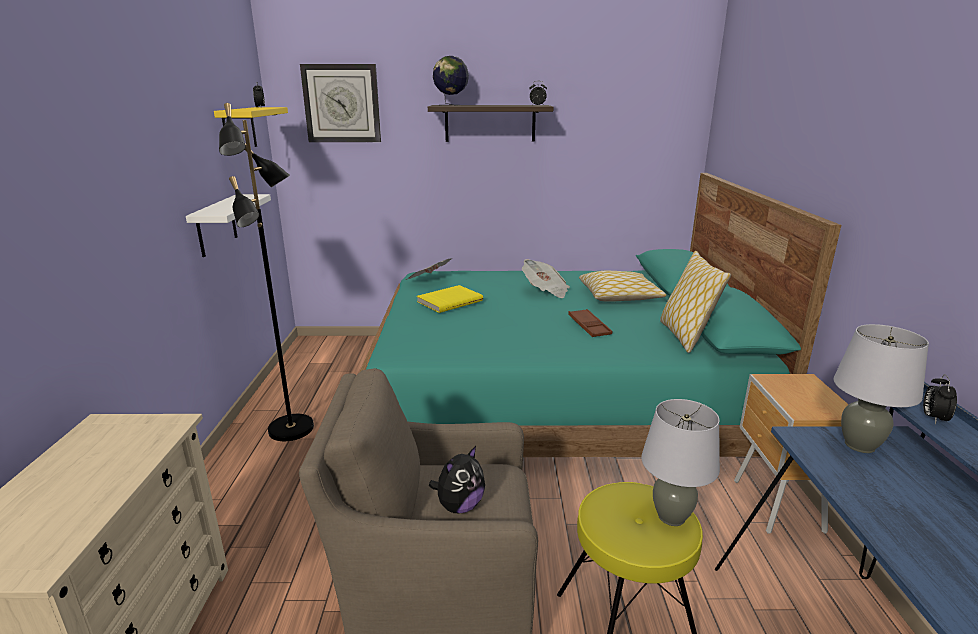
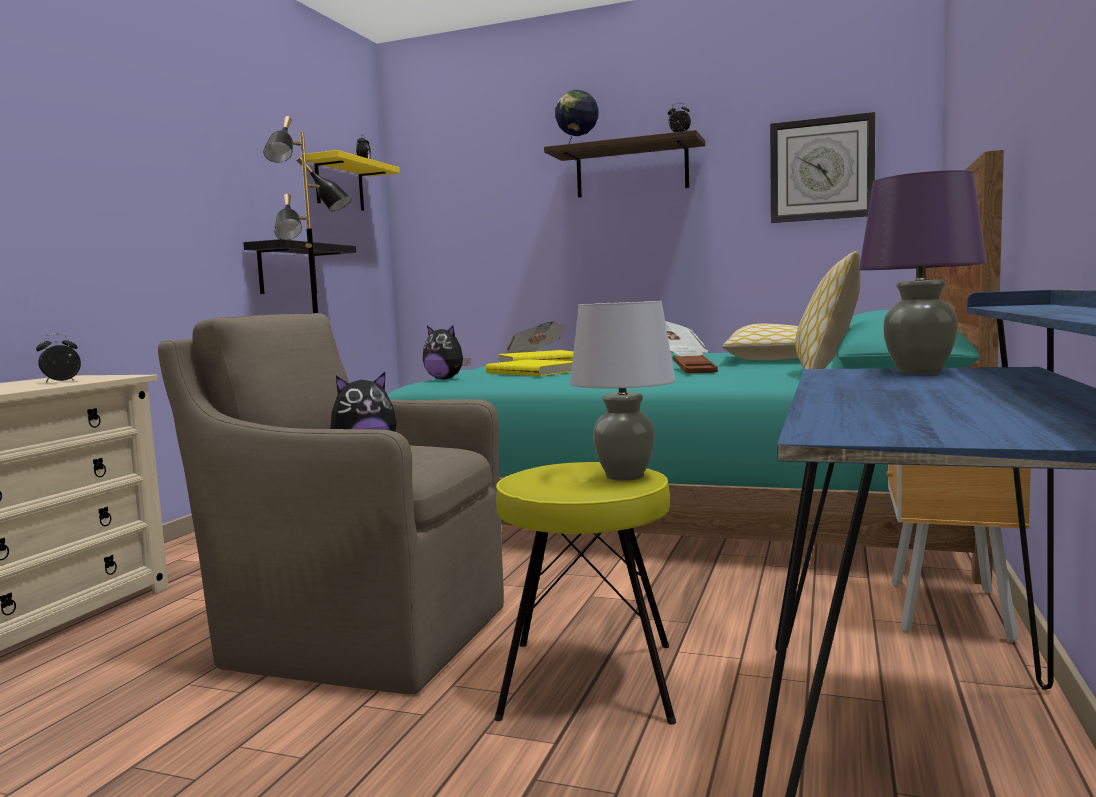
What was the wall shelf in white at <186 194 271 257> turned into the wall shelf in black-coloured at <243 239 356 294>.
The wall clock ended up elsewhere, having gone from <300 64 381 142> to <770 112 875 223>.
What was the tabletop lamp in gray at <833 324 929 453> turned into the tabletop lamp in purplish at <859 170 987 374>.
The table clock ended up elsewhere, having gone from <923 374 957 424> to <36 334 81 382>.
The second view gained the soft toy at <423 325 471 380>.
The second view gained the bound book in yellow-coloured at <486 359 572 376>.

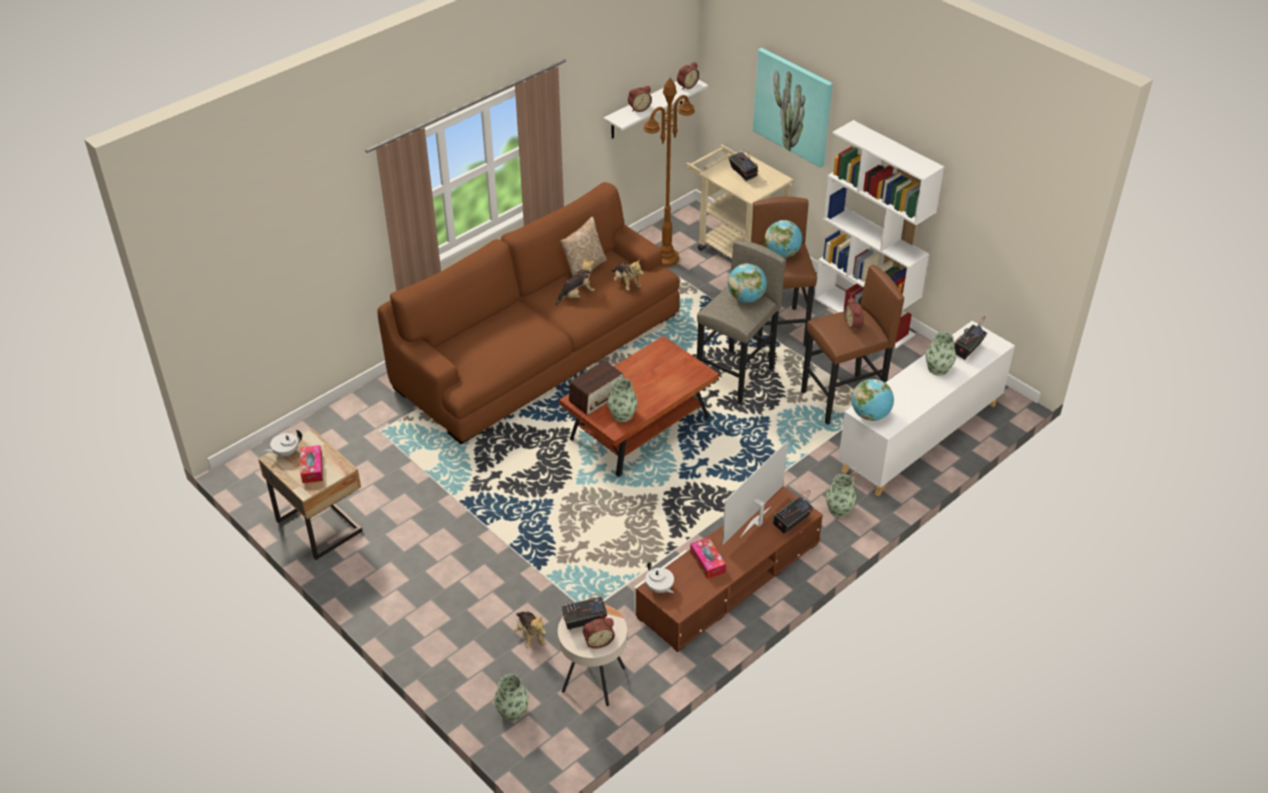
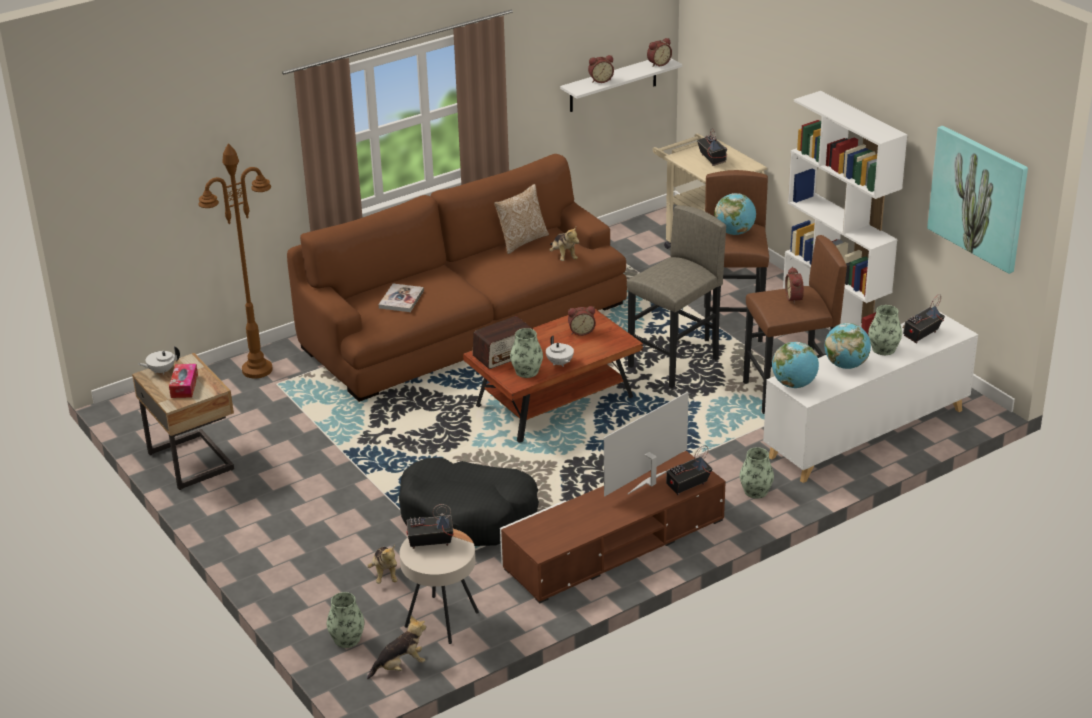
The soft toy ended up elsewhere, having gone from <555 258 595 306> to <367 616 426 679>.
The table clock ended up elsewhere, having gone from <583 618 615 649> to <568 306 596 336>.
The standing lamp in brownish ended up elsewhere, having gone from <644 78 695 267> to <199 143 273 378>.
The teapot in white ended up elsewhere, having gone from <645 562 674 593> to <546 335 574 367>.
The second view lost the tissue box at <690 537 726 579>.
The globe ended up elsewhere, having gone from <728 263 767 303> to <824 323 871 369>.
The wall picture ended up elsewhere, having gone from <753 48 833 168> to <927 126 1028 274>.
The second view gained the bound book at <379 284 424 312>.
The second view gained the pet bed in black-coloured at <399 458 539 546>.

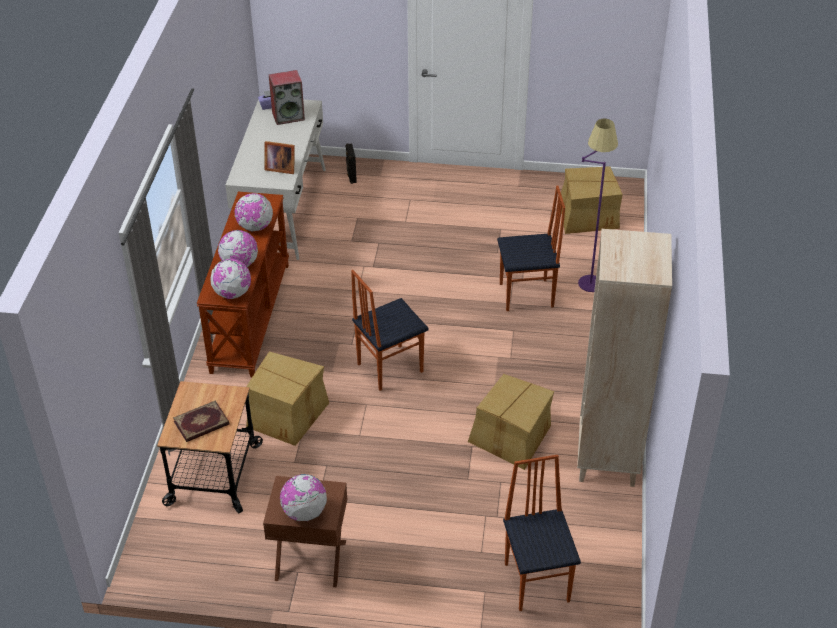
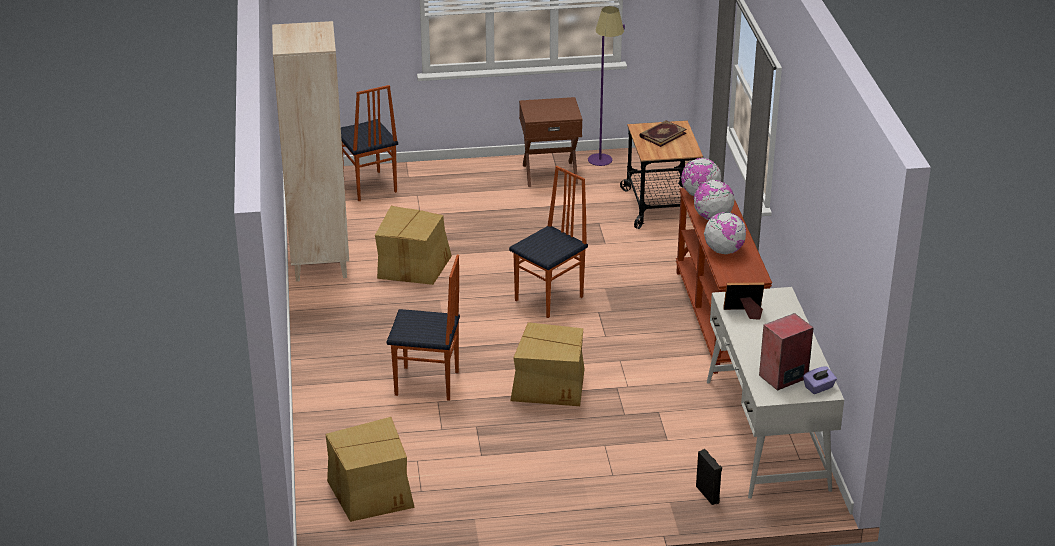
The cardboard box ended up elsewhere, having gone from <246 352 329 446> to <510 322 585 406>.
The second view lost the globe at <280 474 327 521>.
The upright chair at <497 185 565 311> ended up facing another way, 150 degrees counterclockwise from before.
The standing lamp in purplish ended up elsewhere, having gone from <578 119 618 292> to <588 6 625 166>.

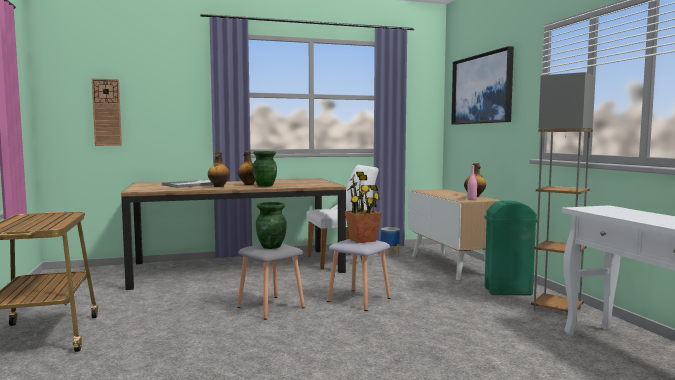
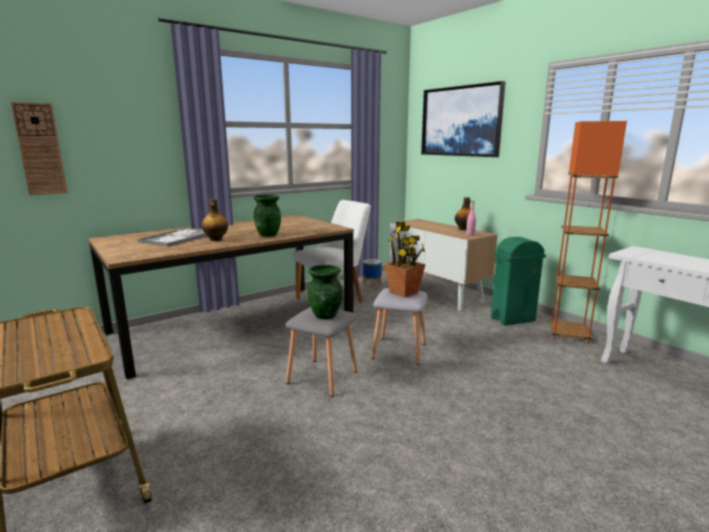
The second view lost the bottle at <238 151 255 185>.
What was the standing lamp in gray at <531 72 595 312> turned into the standing lamp in orangey at <549 121 627 344>.

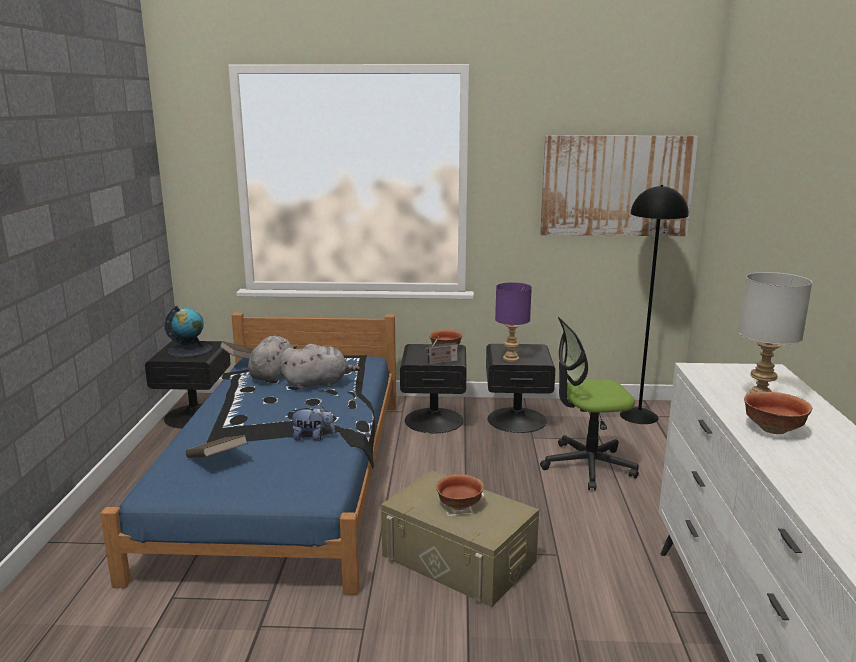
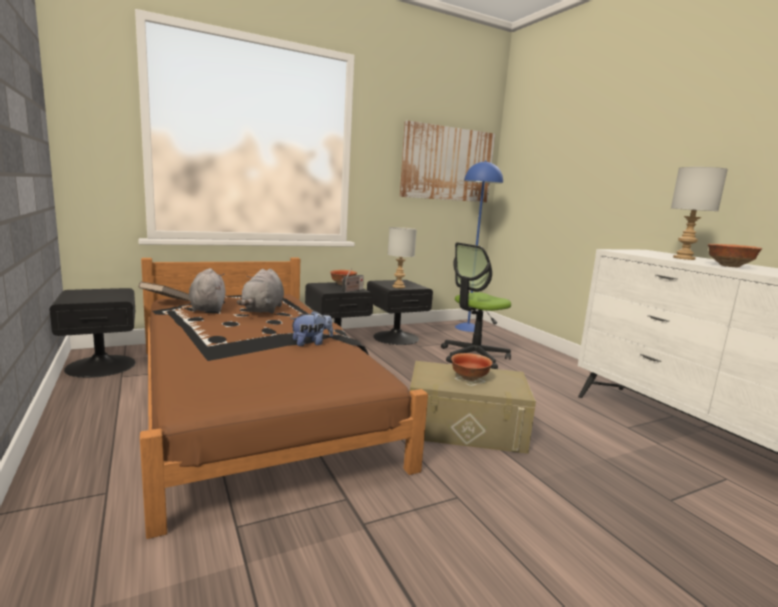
What was the bedroom bed in bluish at <100 313 396 595> turned into the bedroom bed in brownish at <140 258 428 539>.
The second view lost the globe at <164 306 212 358>.
The second view lost the bound book in brownish at <186 435 248 458>.
The soft toy in gray at <280 344 360 390> ended up facing another way, 135 degrees clockwise from before.
What was the tabletop lamp in purplish at <495 282 532 362> turned into the tabletop lamp in gray at <388 227 417 288>.
What was the standing lamp in black-coloured at <620 185 688 424> turned into the standing lamp in bluish at <455 161 503 332>.

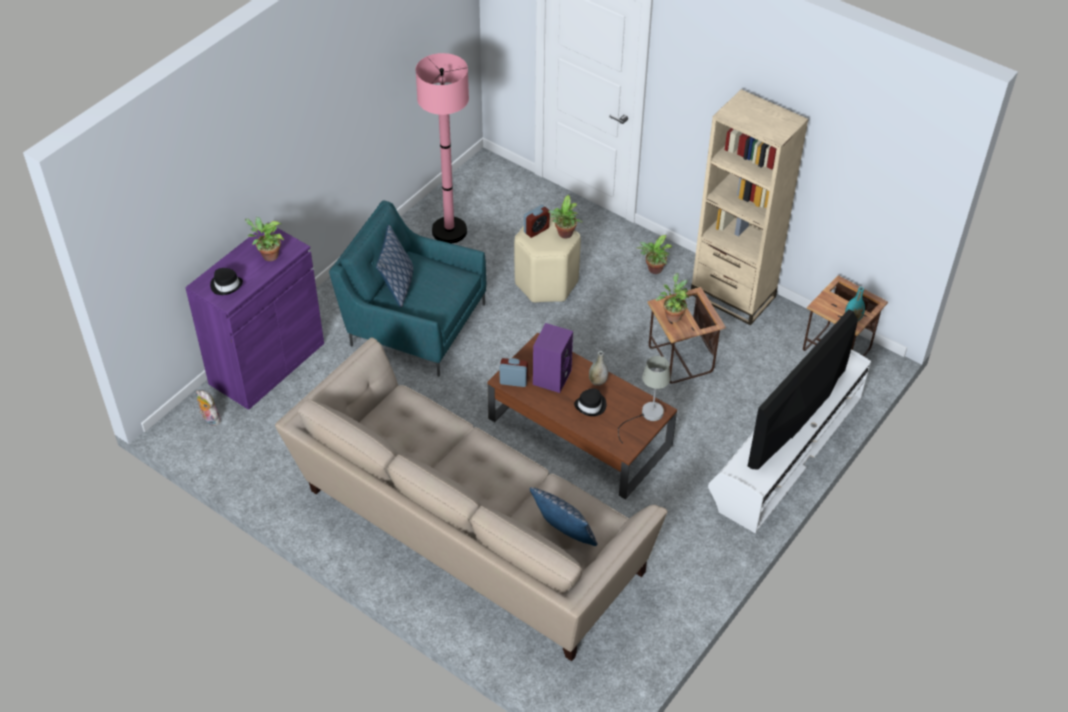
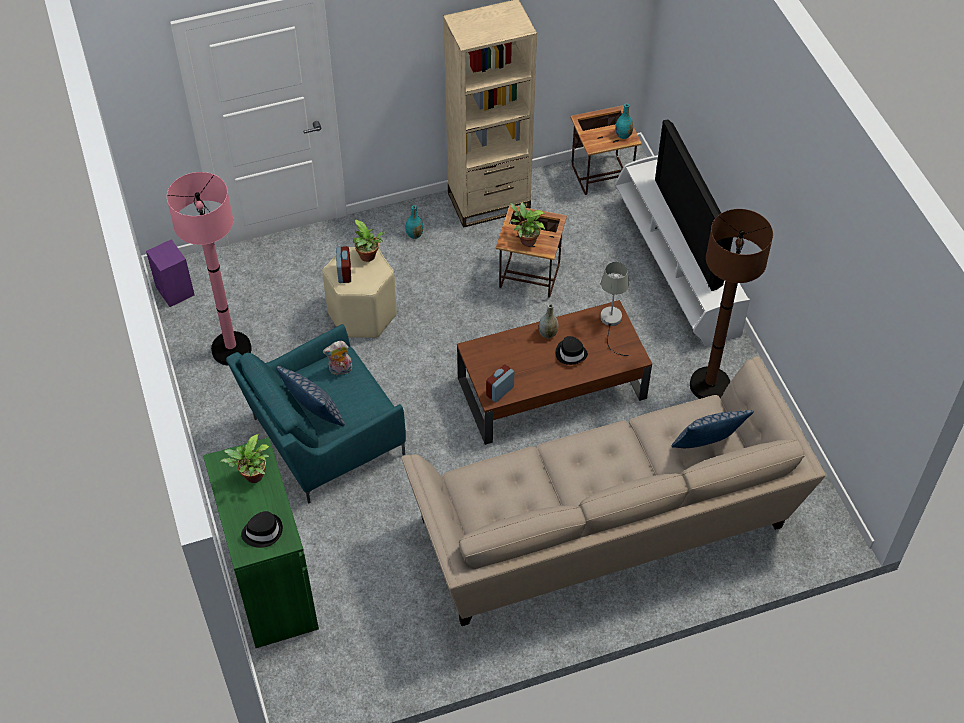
What was the cabinet in purplish at <185 223 324 410> turned into the cabinet in greenish at <203 437 319 648>.
The soft toy ended up elsewhere, having gone from <196 390 221 426> to <323 341 352 375>.
The speaker in purplish ended up elsewhere, having gone from <533 323 573 393> to <146 239 195 307>.
Where the plant in a pot stood at <637 235 672 274>, the flower vase in blue-green came to stand at <405 205 423 239>.
The second view gained the standing lamp in brownish at <690 209 773 399>.

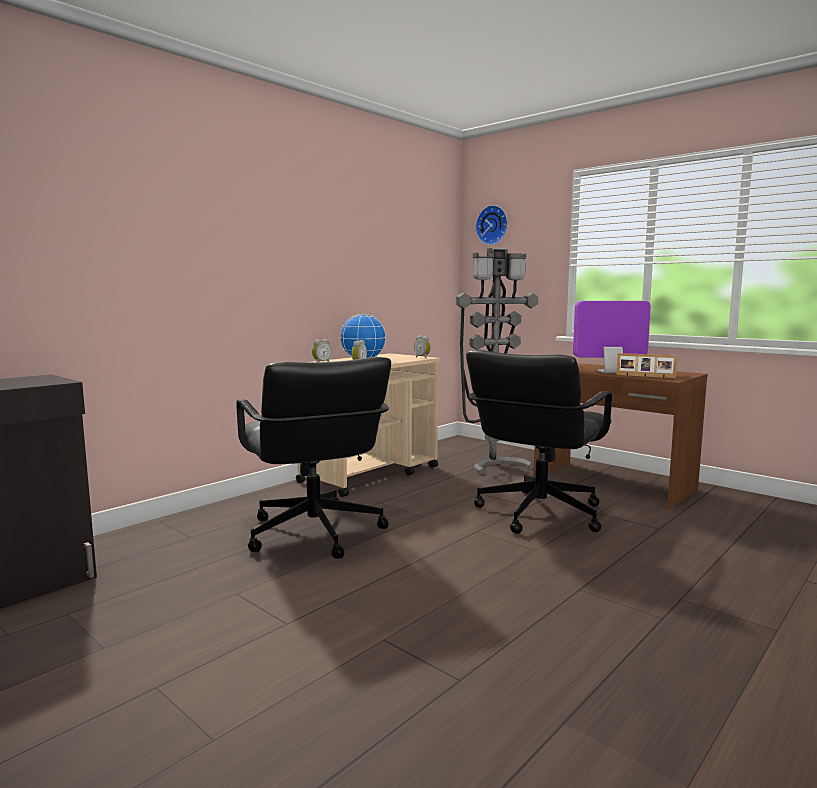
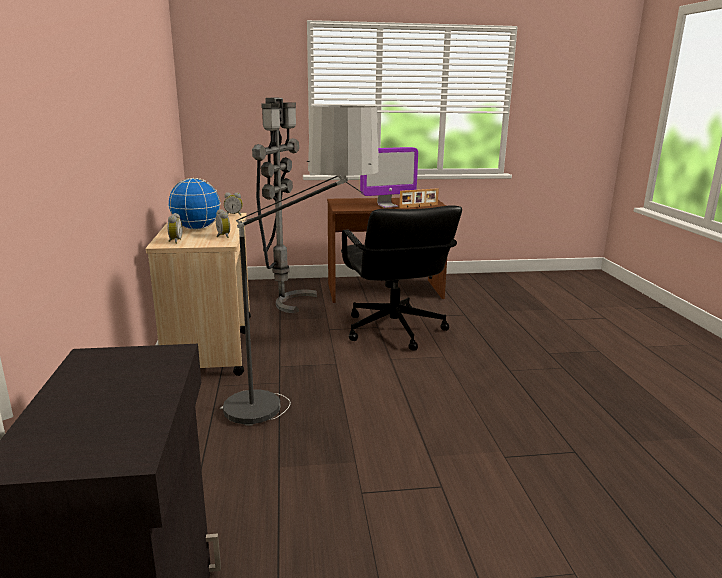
Where the office chair in black-coloured stood at <236 357 391 559>, the standing lamp came to stand at <220 105 379 426>.
The second view lost the wall clock at <475 205 508 245>.
The computer screen at <573 301 651 373> ended up facing another way, 150 degrees counterclockwise from before.

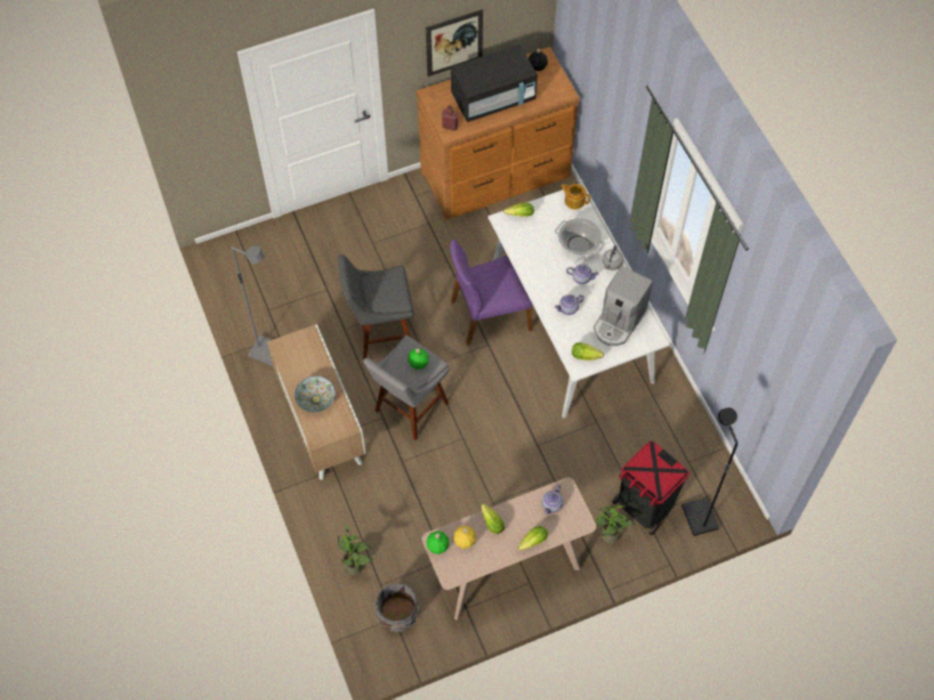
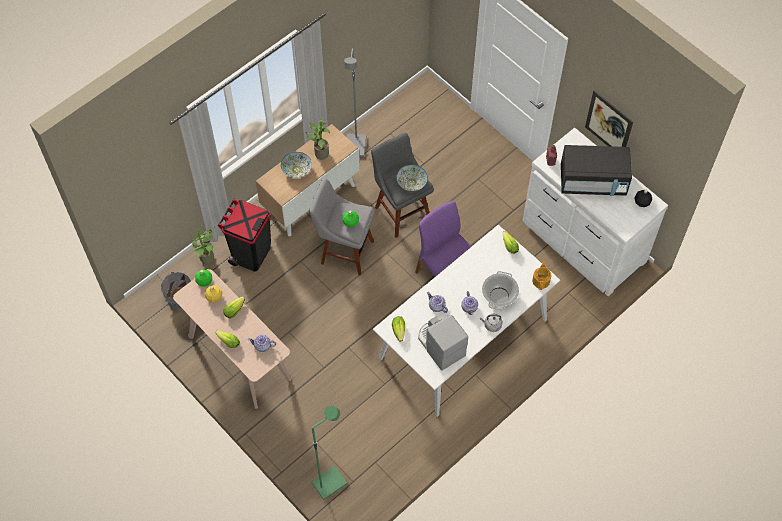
What was the dresser in brownish at <416 47 580 220> turned into the dresser in white at <522 128 668 296>.
The microwave oven in black-coloured at <451 45 538 122> ended up facing another way, 45 degrees counterclockwise from before.
The coffee machine at <593 266 653 346> ended up facing another way, 45 degrees clockwise from before.
The plant in a pot ended up elsewhere, having gone from <594 504 636 544> to <305 119 330 160>.
The trash can in black-coloured ended up elsewhere, having gone from <612 441 689 536> to <218 199 271 272>.
What was the standing lamp in black-coloured at <682 408 738 536> turned into the standing lamp in greenish at <311 405 347 500>.
The second view gained the bowl at <396 165 428 191>.

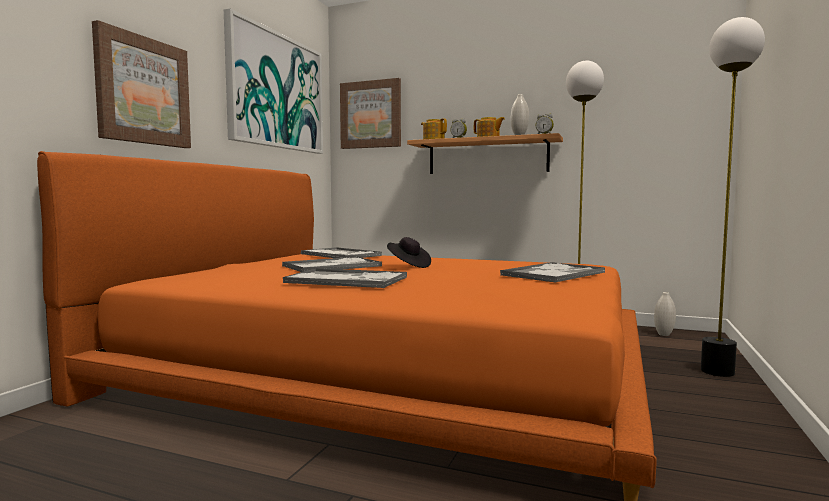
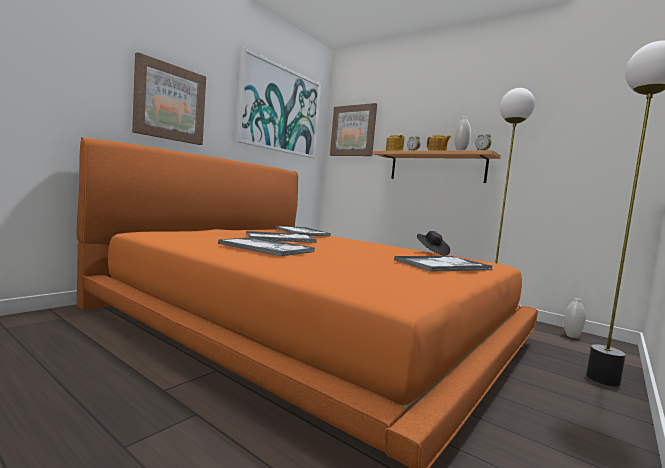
The clothing hat in black-coloured ended up elsewhere, having gone from <387 237 431 268> to <417 231 450 256>.

